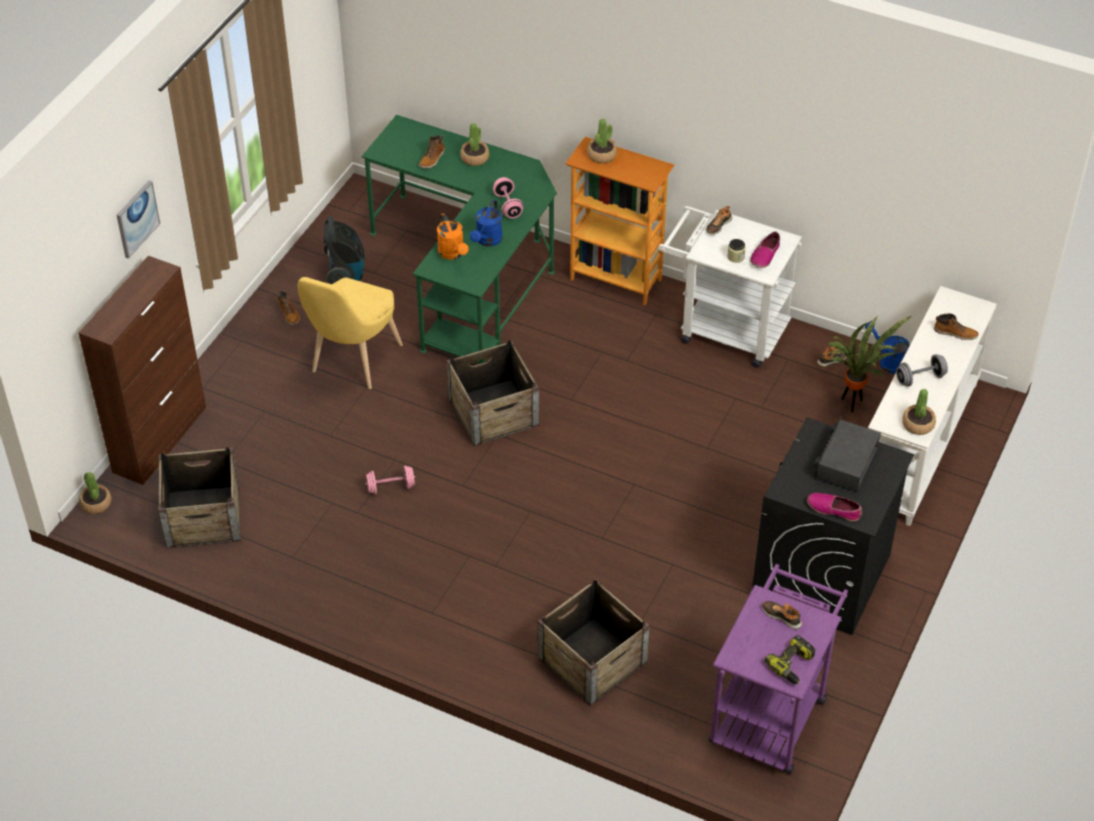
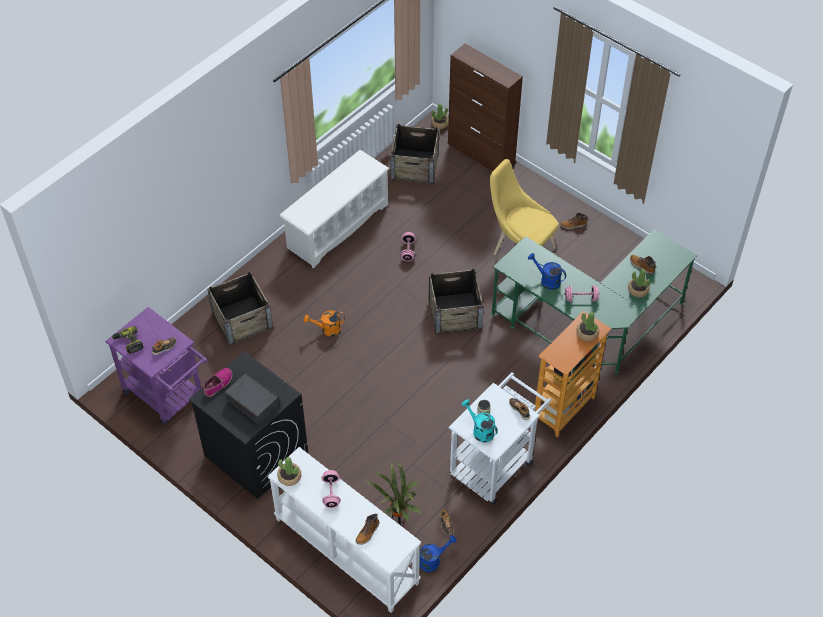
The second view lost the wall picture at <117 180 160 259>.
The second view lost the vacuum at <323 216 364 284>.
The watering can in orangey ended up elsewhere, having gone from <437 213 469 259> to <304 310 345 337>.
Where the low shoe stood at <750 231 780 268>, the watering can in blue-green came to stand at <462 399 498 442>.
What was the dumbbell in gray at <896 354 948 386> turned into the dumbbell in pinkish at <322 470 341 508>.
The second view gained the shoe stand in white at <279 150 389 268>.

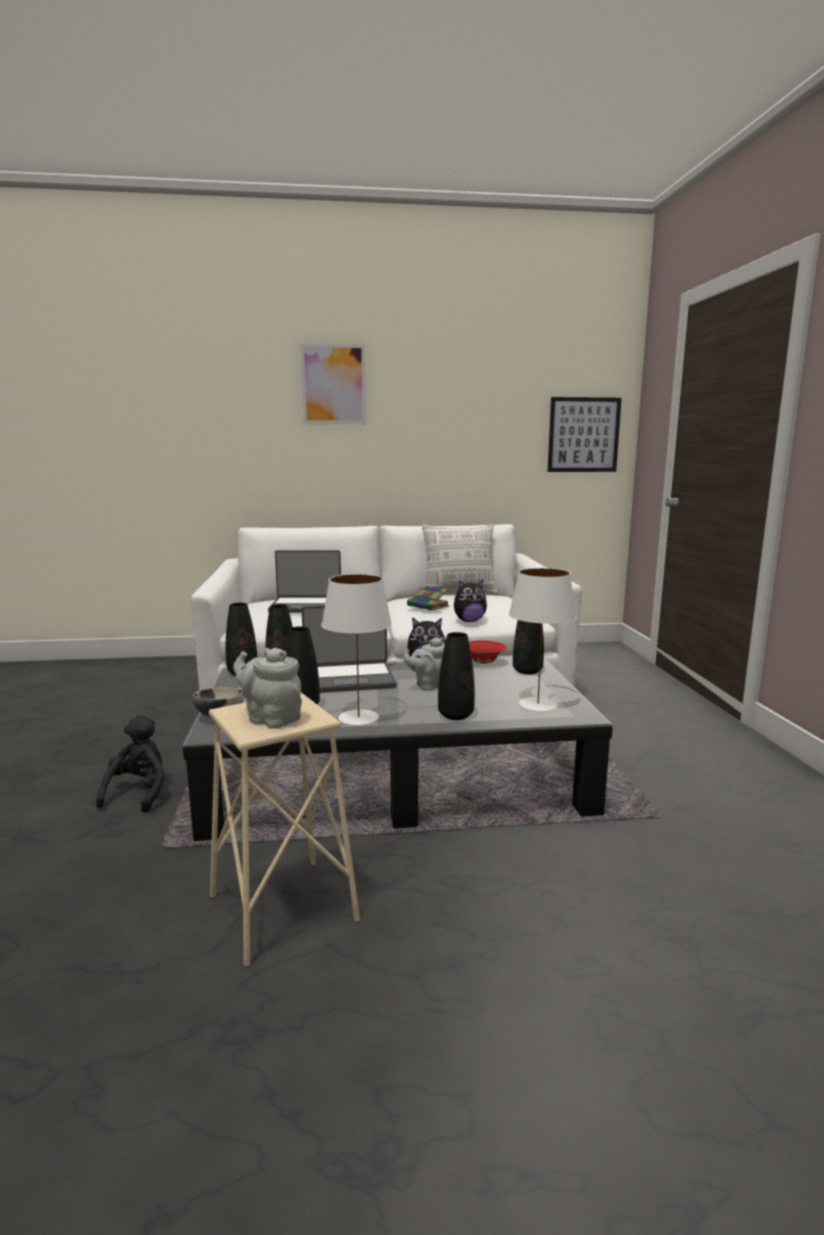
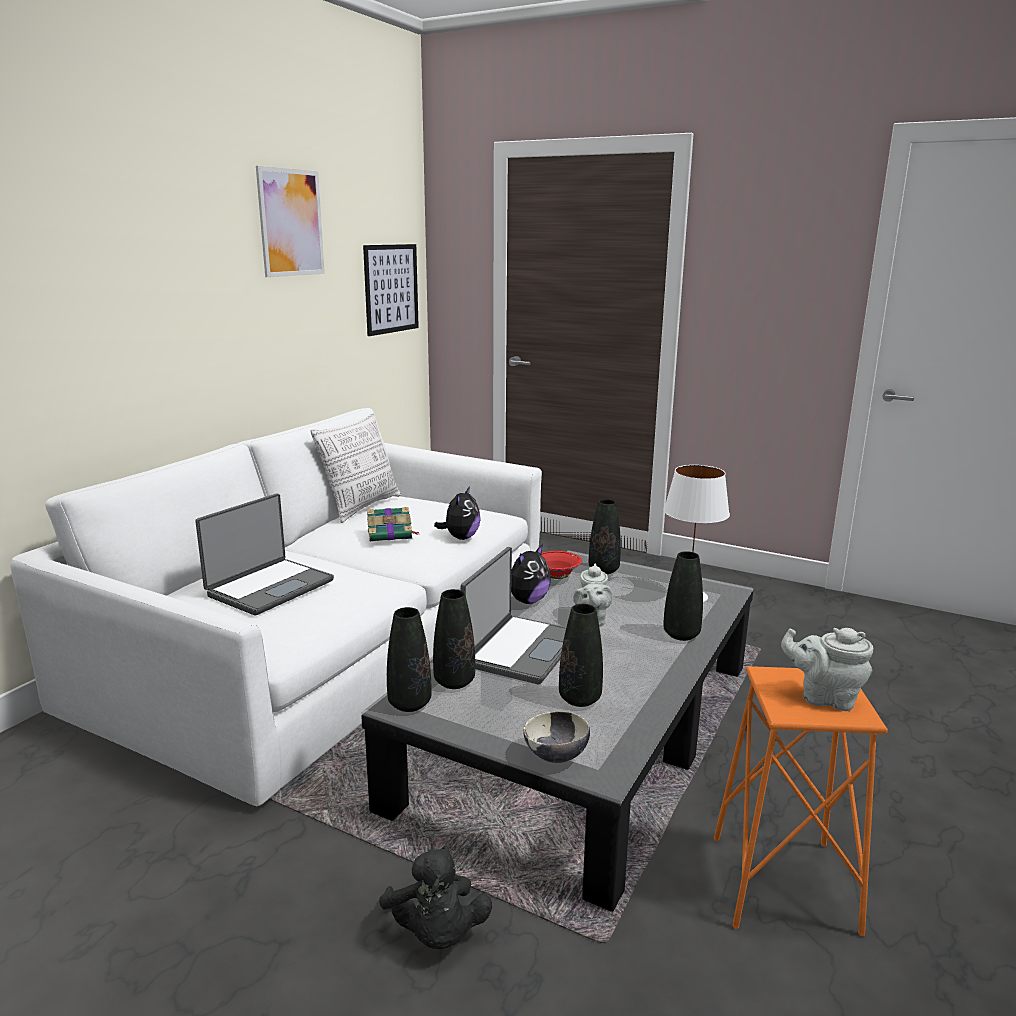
The soft toy in black-coloured at <96 715 165 813> ended up facing another way, 150 degrees counterclockwise from before.
What was the sitting stool in beige-coloured at <209 692 360 966> turned into the sitting stool in orangey at <714 666 888 936>.
The teapot in gray at <233 648 302 728> ended up facing another way, 45 degrees clockwise from before.
The wall picture ended up elsewhere, having gone from <300 343 366 424> to <256 166 325 277>.
The second view lost the tabletop lamp in white at <321 574 392 725>.

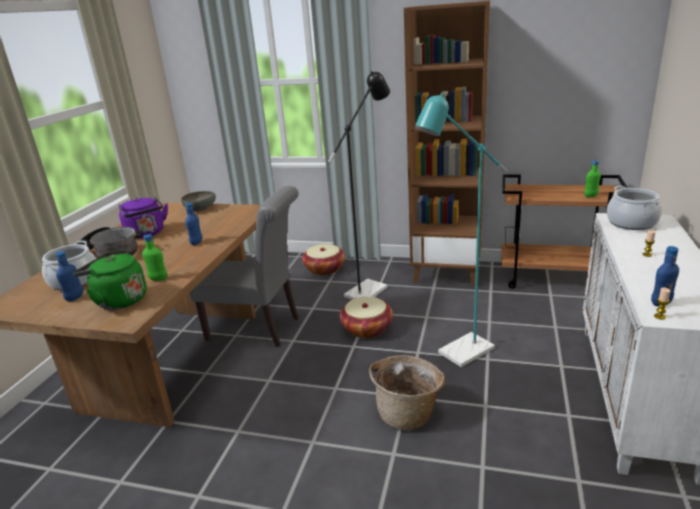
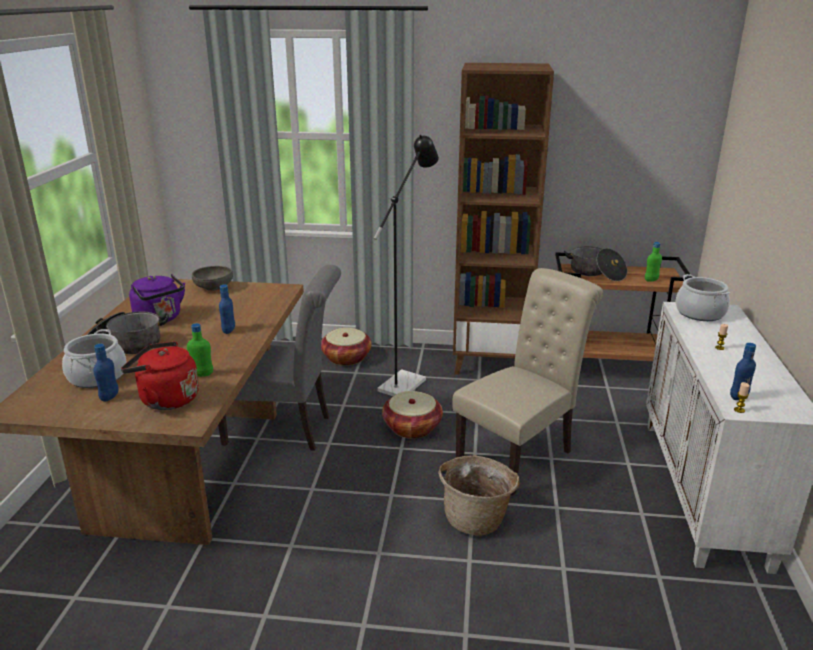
What was the tea kettle in greenish at <73 249 147 310> turned into the tea kettle in red at <121 341 199 410>.
Where the standing lamp in blue-green stood at <415 92 507 367>, the upright chair in beige-coloured came to stand at <452 268 603 496>.
The second view gained the stockpot at <564 246 627 281>.

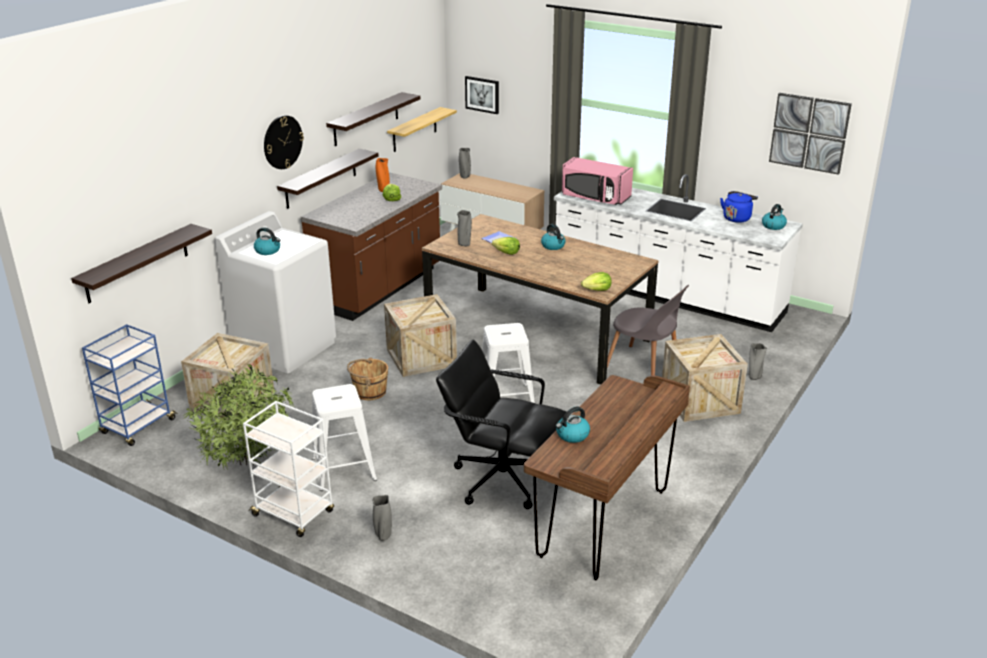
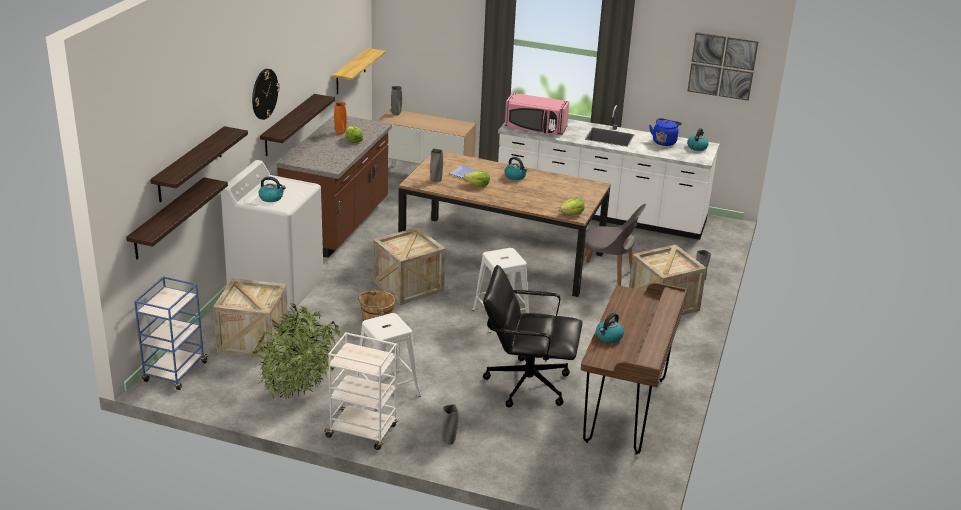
The wall shelf ended up elsewhere, having gone from <326 92 420 146> to <150 126 248 203>.
The second view lost the wall picture at <465 76 499 114>.

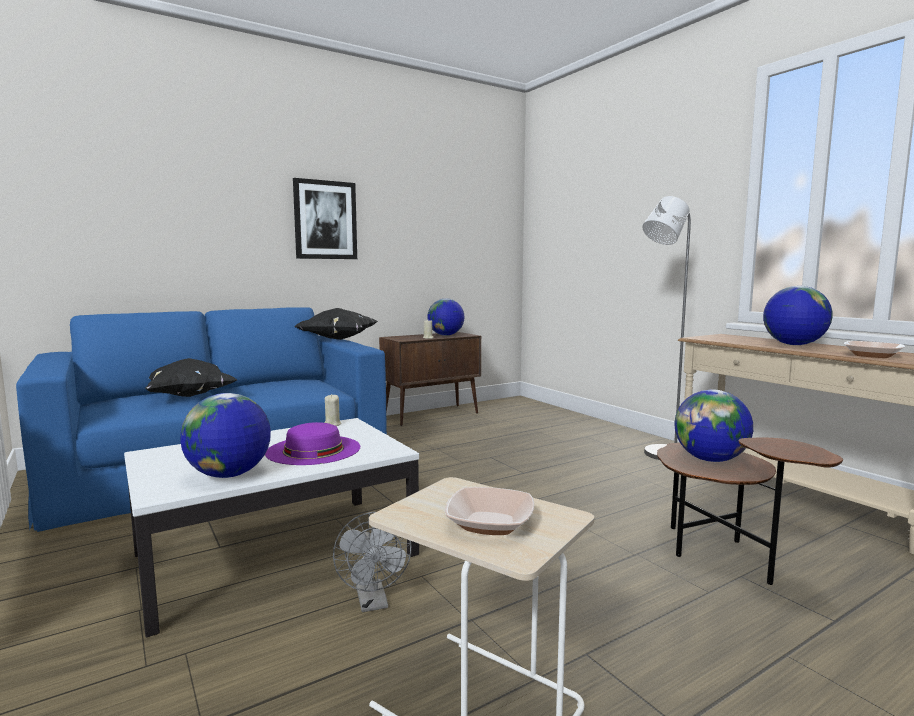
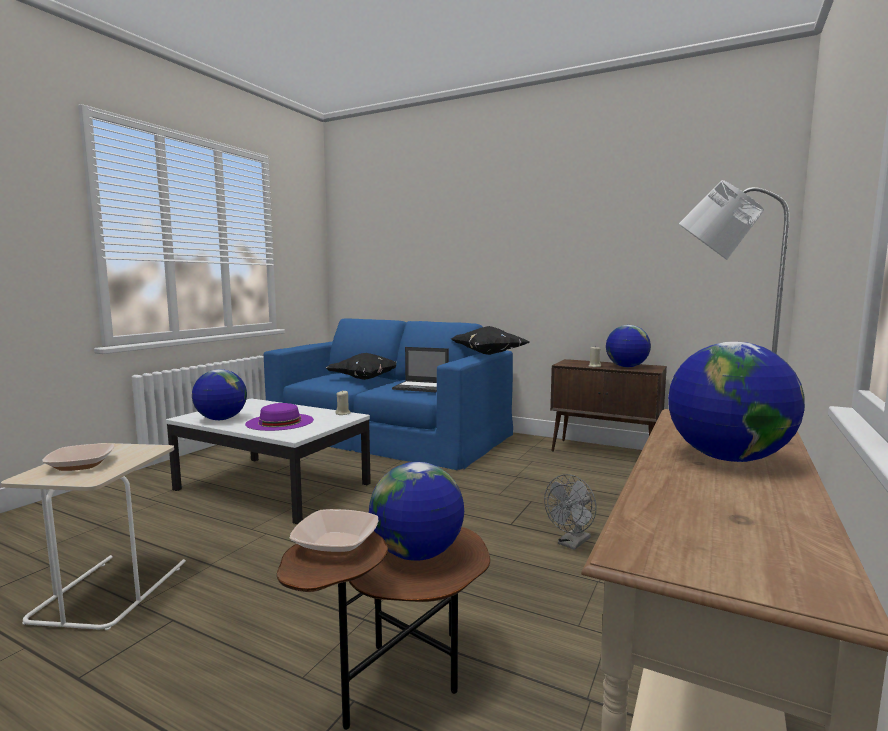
The second view lost the wall picture at <293 178 357 259>.
The cooling fan in gray ended up elsewhere, having gone from <333 512 412 612> to <544 474 596 550>.
The bowl ended up elsewhere, having gone from <844 341 905 358> to <290 509 379 556>.
The second view gained the notebook computer at <392 347 449 392>.

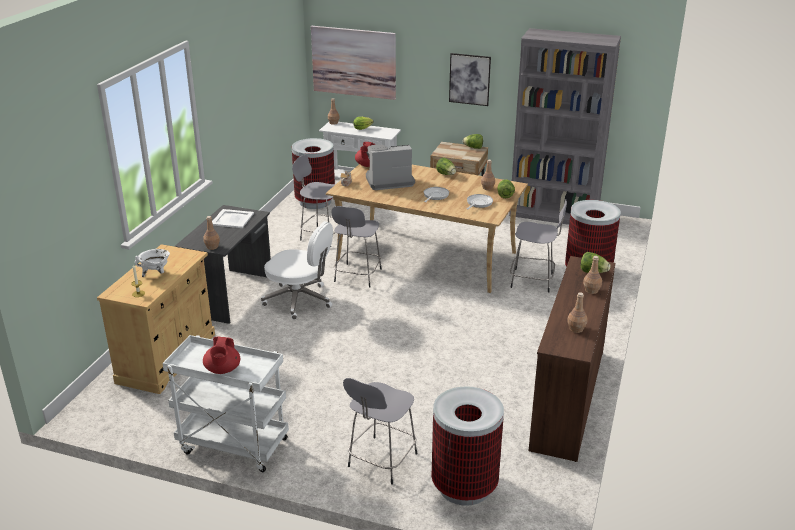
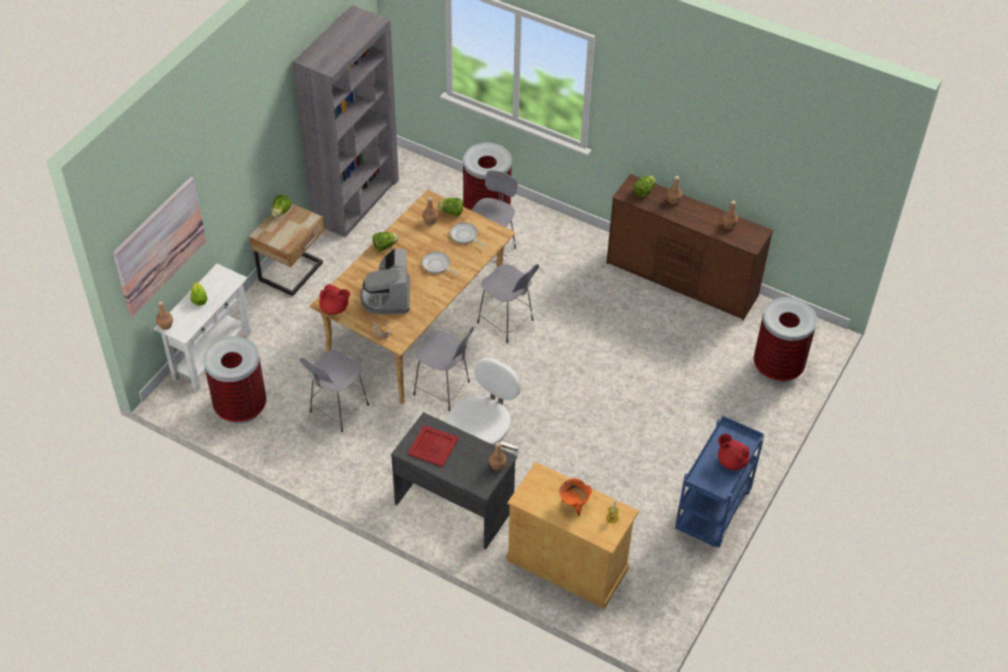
What was the stockpot in white at <135 249 170 277> turned into the stockpot in orangey at <559 478 592 516>.
What was the trolley in white at <162 335 289 472> turned into the trolley in bluish at <675 416 764 547>.
The teapot in red at <203 336 240 374> ended up facing another way, 150 degrees counterclockwise from before.
What was the carrying tray in white at <212 209 254 228> turned into the carrying tray in red at <407 425 459 467>.
The sitting stool in gray ended up elsewhere, having gone from <343 378 417 485> to <477 264 539 343>.
The second view lost the wall picture at <449 53 491 106>.

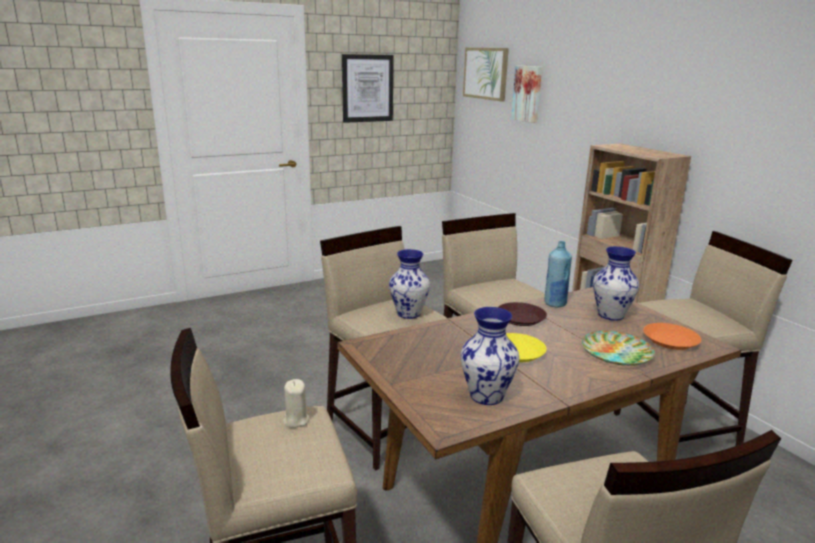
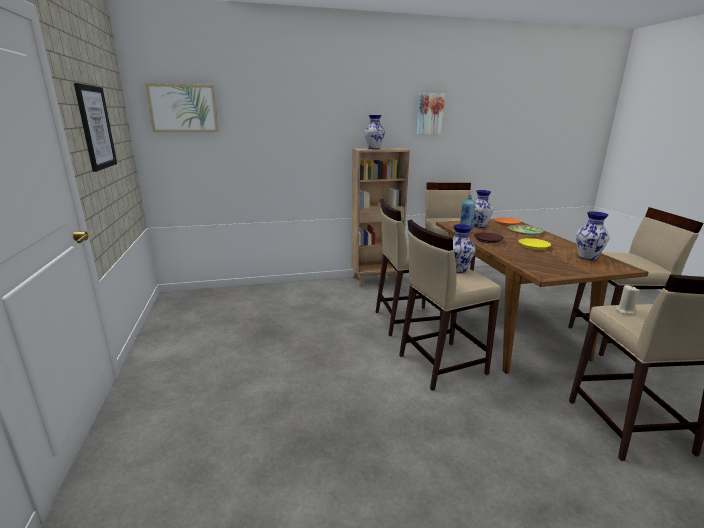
The wall picture ended up elsewhere, having gone from <511 65 542 123> to <417 93 445 135>.
The second view gained the flower vase at <365 115 385 149>.

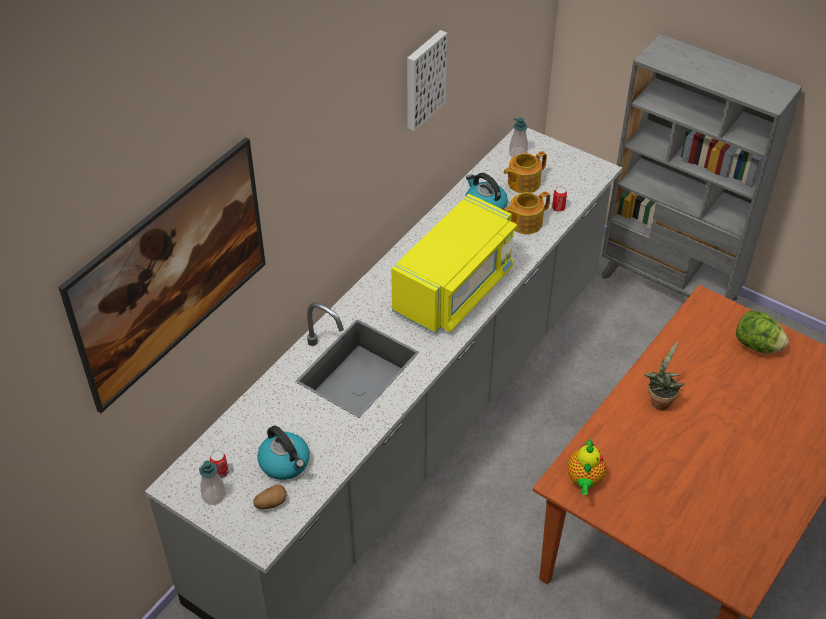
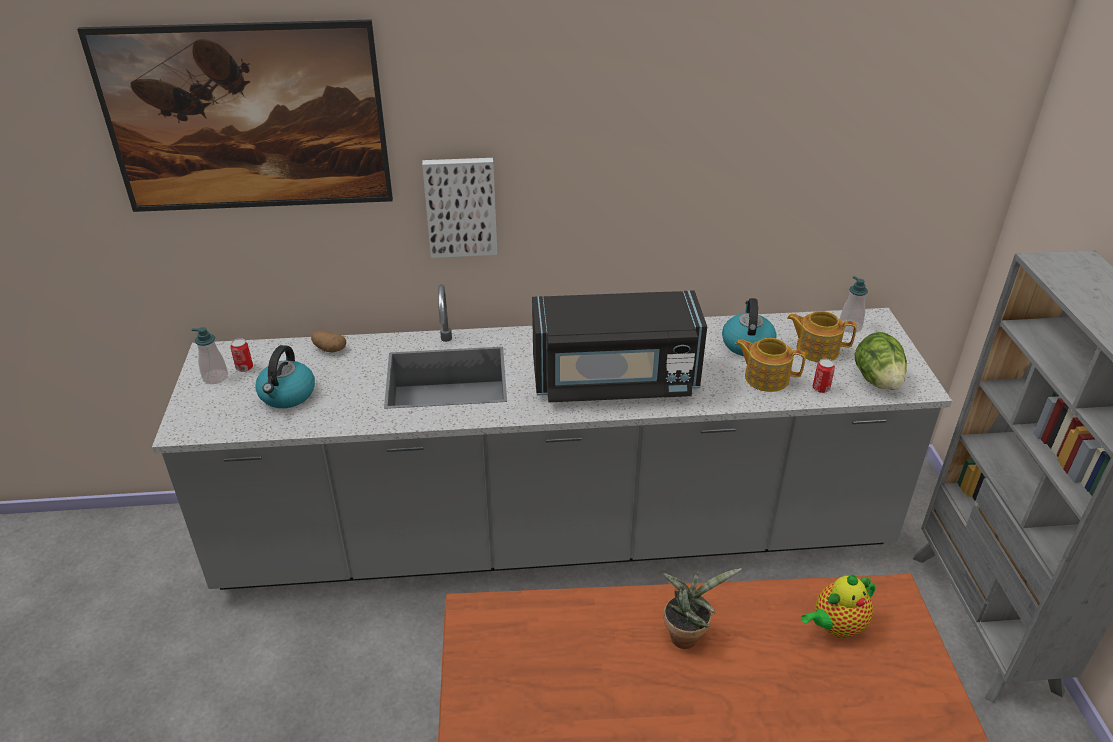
The potato ended up elsewhere, having gone from <253 484 286 509> to <311 331 346 353>.
What was the microwave oven in yellow-coloured at <391 194 517 334> turned into the microwave oven in black-coloured at <532 290 707 402>.
The wall picture ended up elsewhere, having gone from <407 30 447 131> to <422 158 497 258>.
The teapot ended up elsewhere, having gone from <567 438 606 495> to <801 574 875 638>.
The head of lettuce ended up elsewhere, having gone from <736 311 789 354> to <855 332 907 390>.

